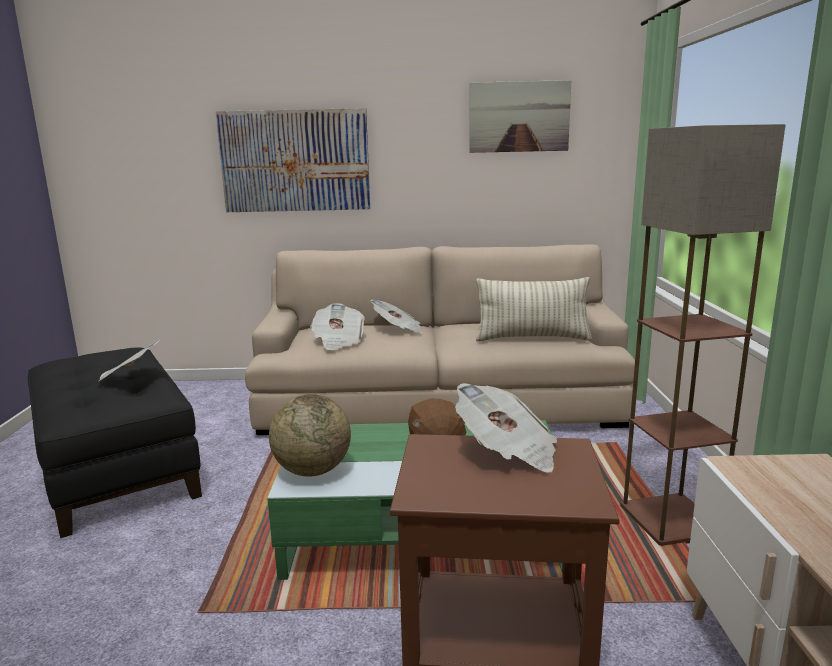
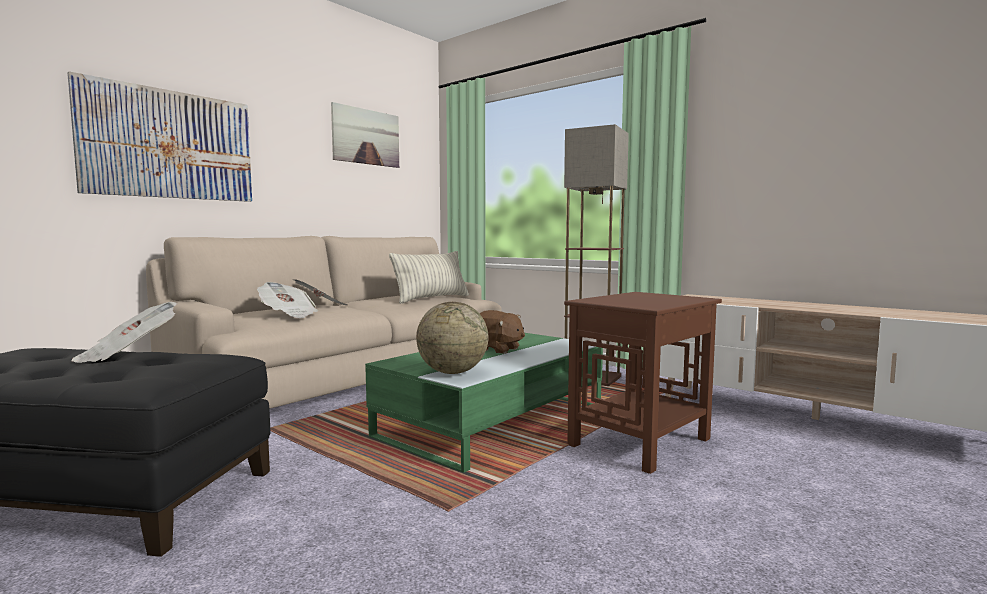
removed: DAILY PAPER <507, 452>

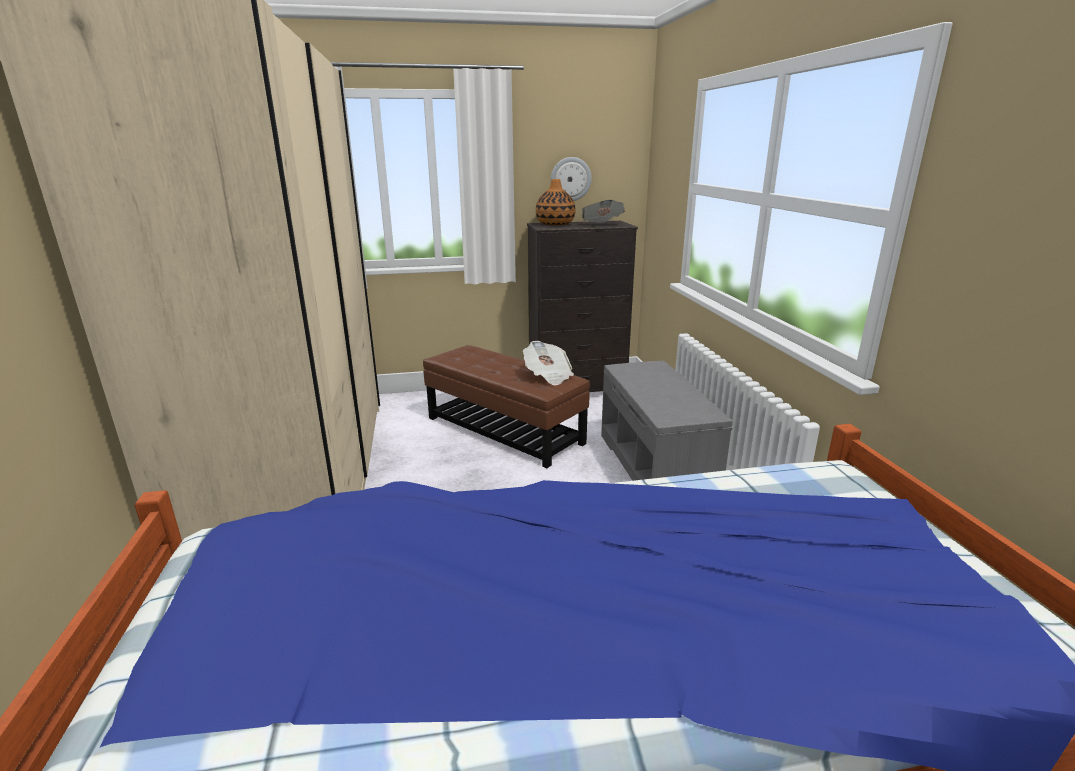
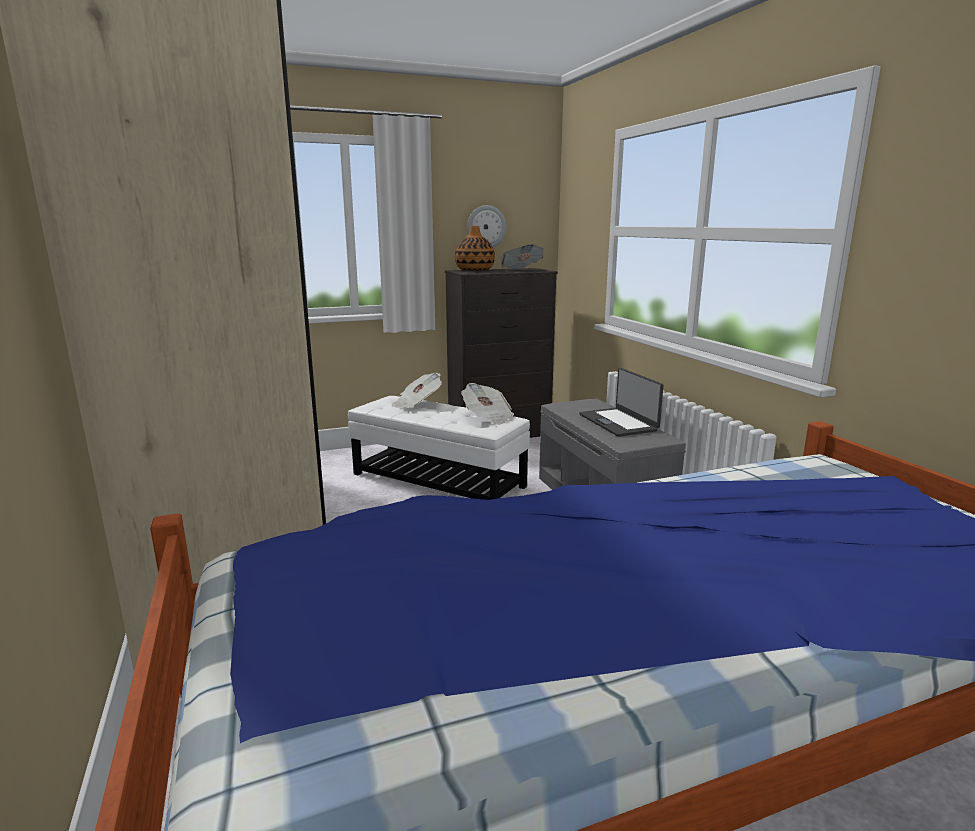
added: DAILY PAPER <417, 404>; PORTABLE COMPUTER <618, 422>
recoloured: BROWNISH OTTOMAN <504, 430> to WHITE OTTOMAN <438, 480>

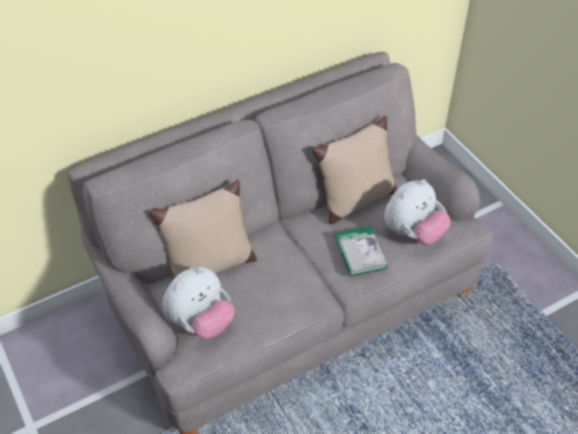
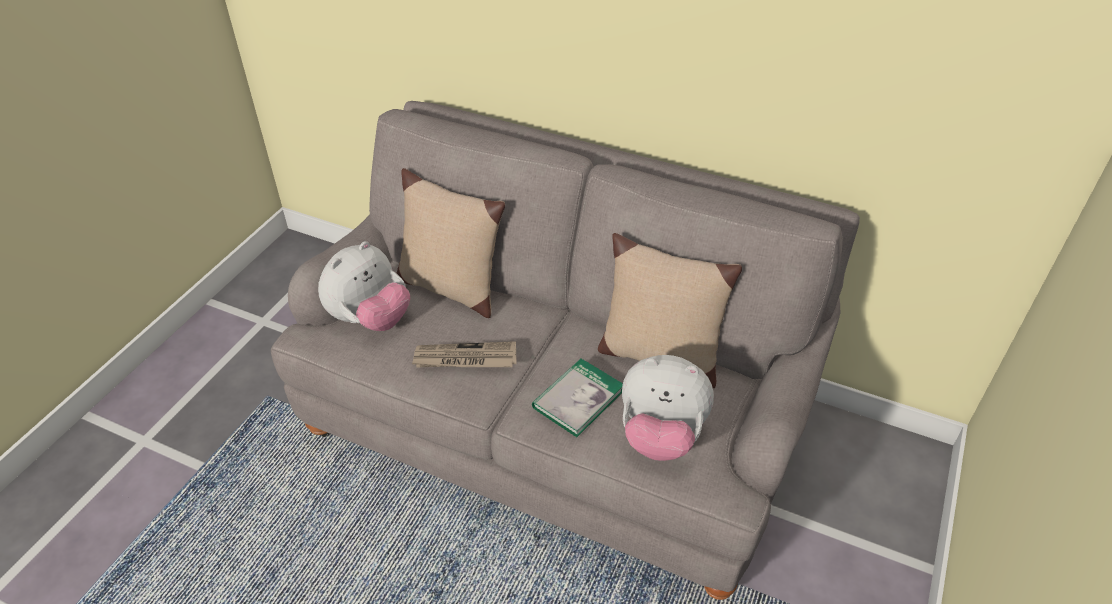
added: DAILY PAPER <465, 359>
turned: PLUSH TOY <201, 322> = <370, 319> 60 degrees counterclockwise

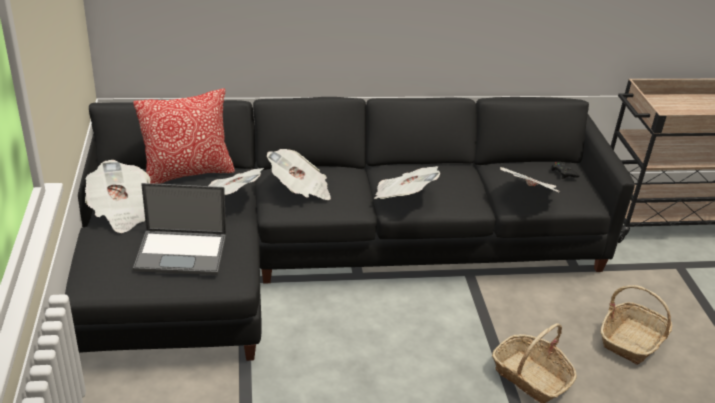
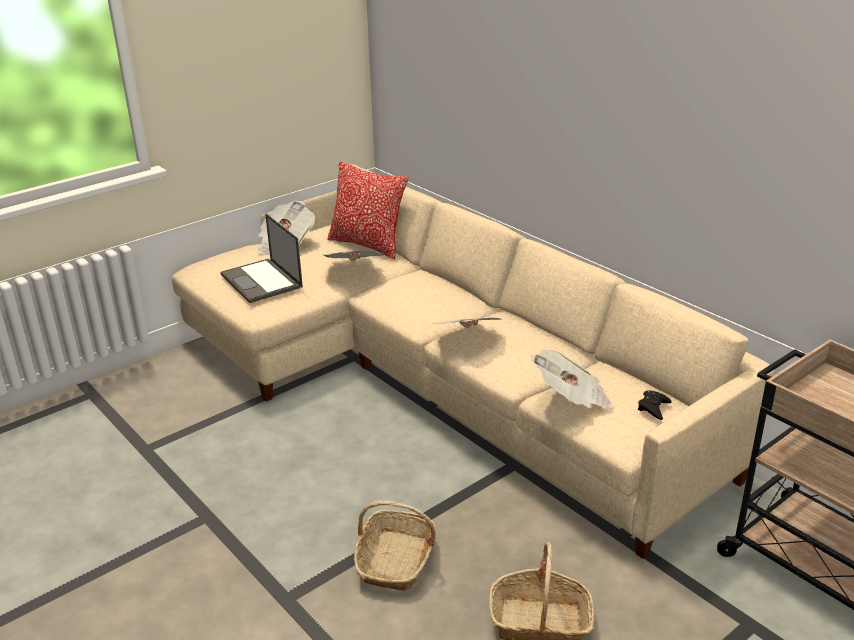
removed: DAILY PAPER <300, 189>
recoloured: BLACK COUCH <318, 255> to BEIGE-COLOURED COUCH <430, 376>

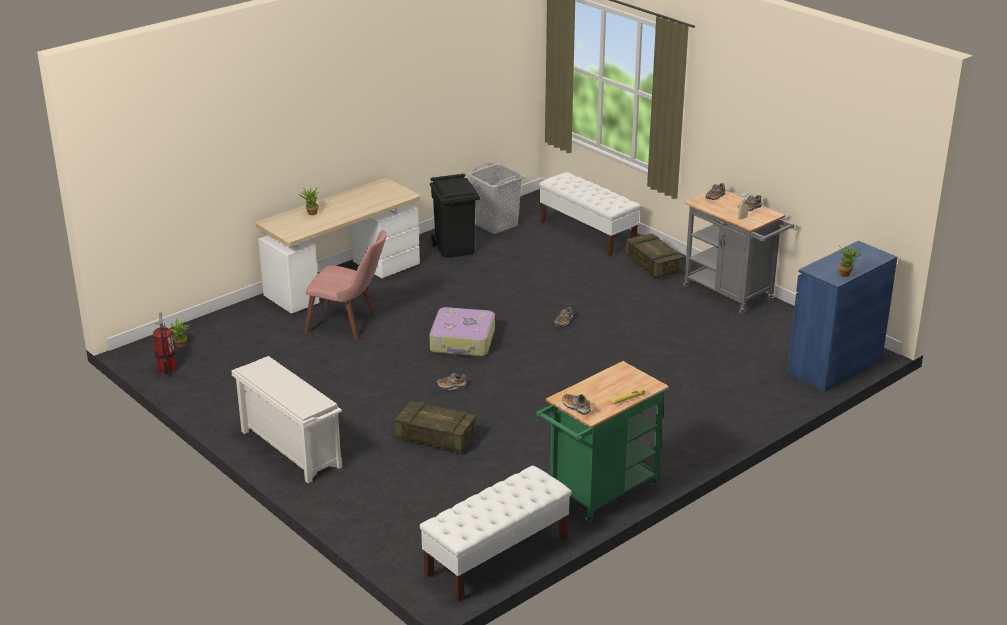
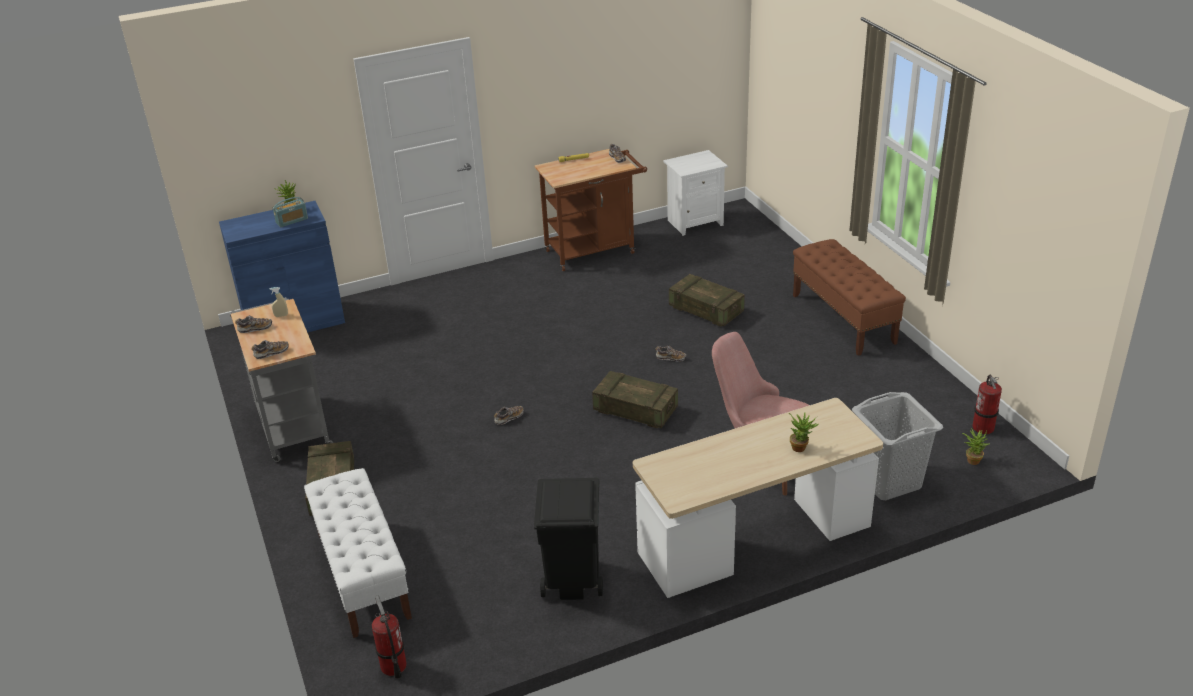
added: RADIO <292, 221>; FIRE EXTINGUISHER <393, 666>
moved: GREYISH WASHING BASKET <496, 224> to <888, 481>
replaced: WHITE SHOE STAND <289, 449> to BROWNISH LONG SEAT <843, 319>; WHITE LONG SEAT <496, 557> to WHITE BEDSIDE TABLE <694, 222>; SUITCASE <463, 341> to CRATE <635, 410>
recoloured: GREEN CART <598, 494> to BROWNISH CART <595, 250>

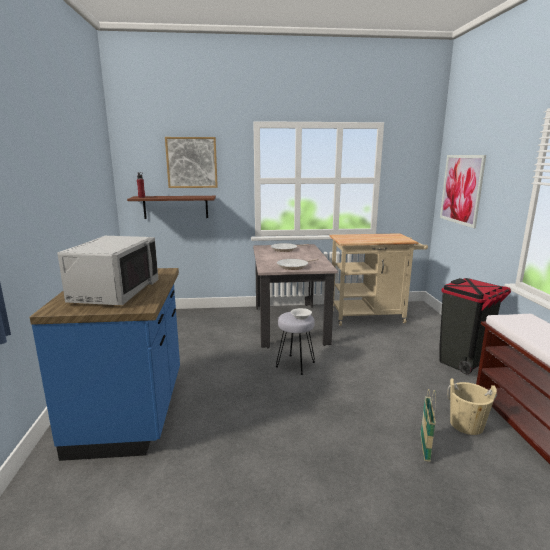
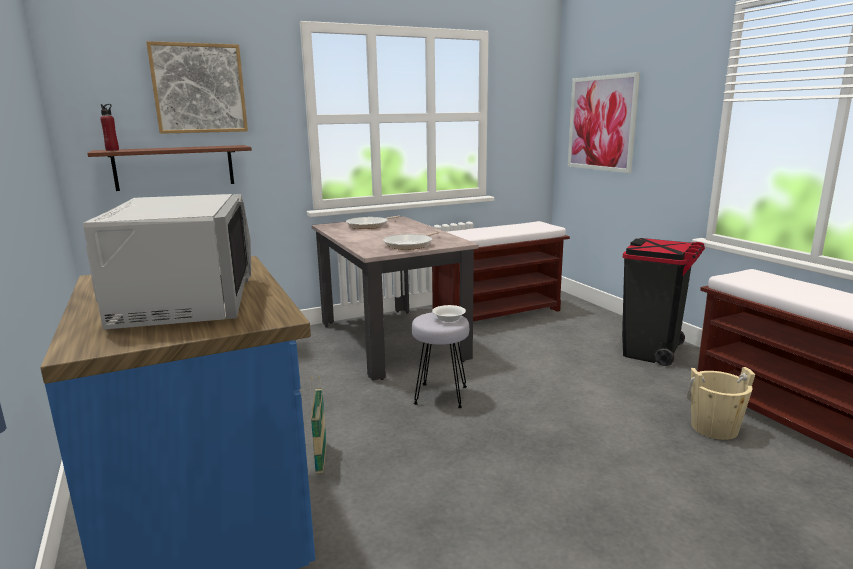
moved: HOUSEHOLD BASKET <424, 448> to <321, 458>
replaced: BEIGE-COLOURED CART <371, 316> to BROWNISH LONG SEAT <498, 313>

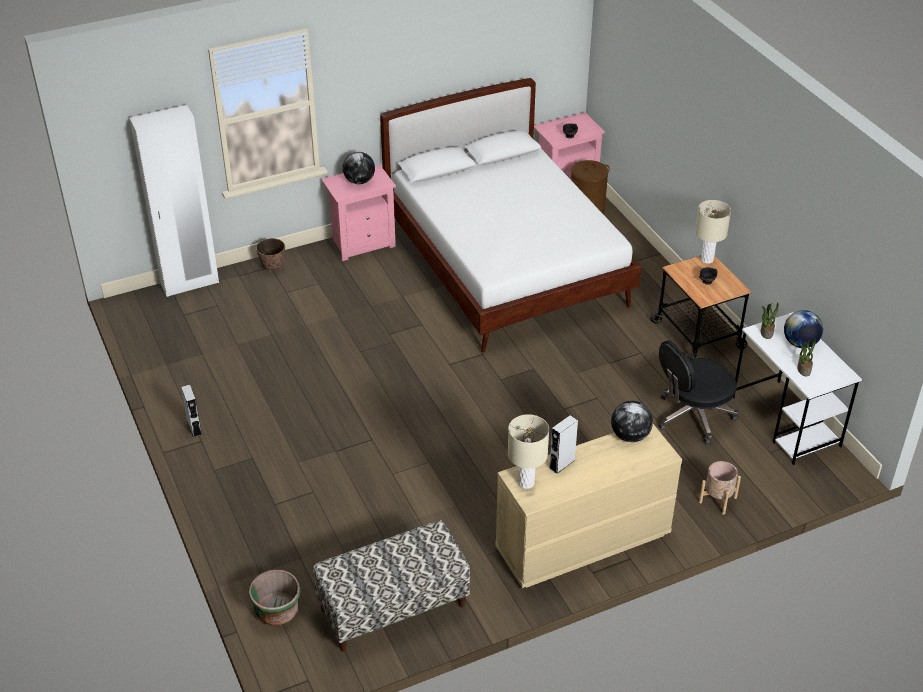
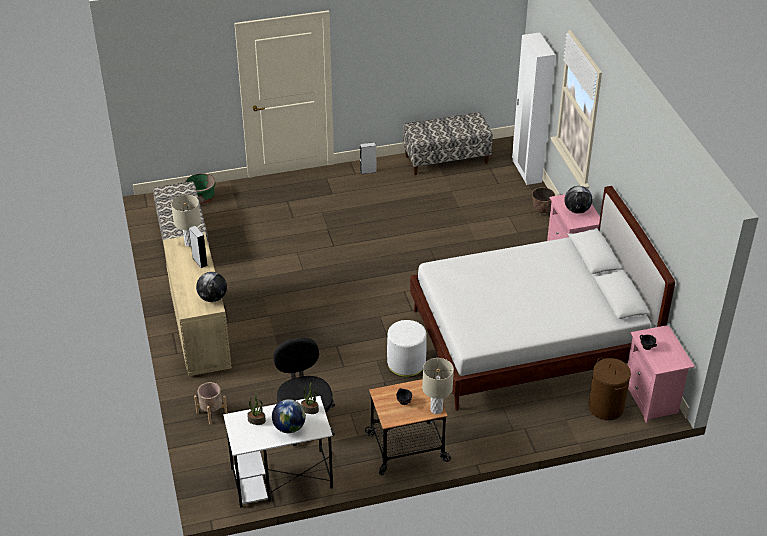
added: WHITE OTTOMAN <406, 364>; LONG SEAT <446, 159>

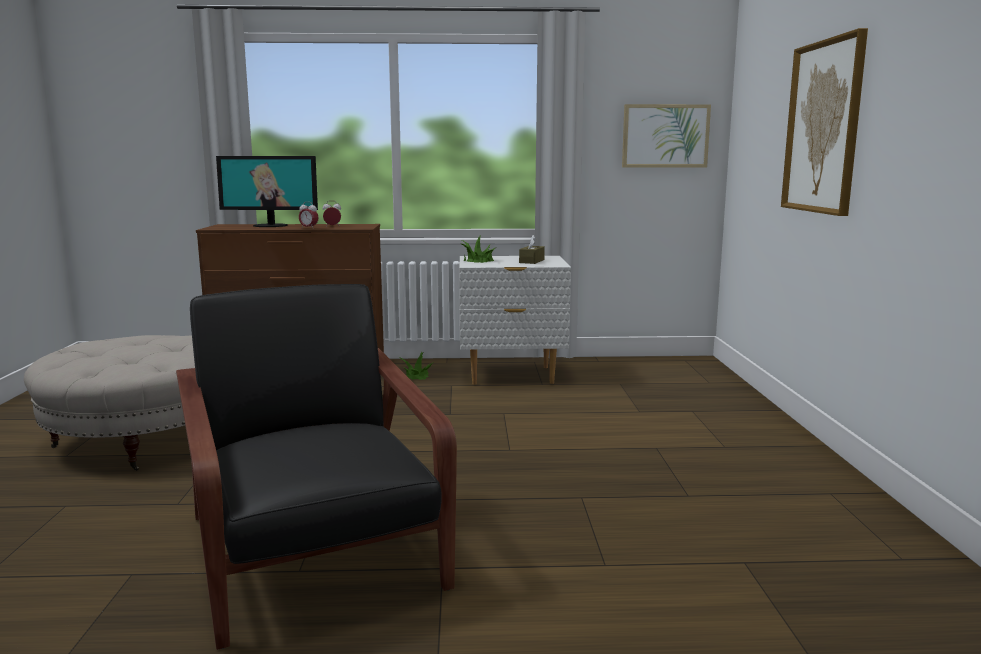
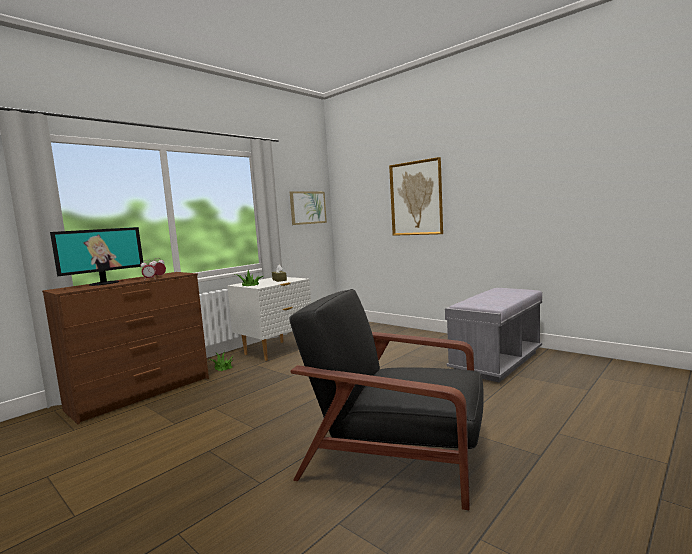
removed: BEIGE-COLOURED OTTOMAN <145, 439>
added: GREYISH LONG SEAT <496, 362>

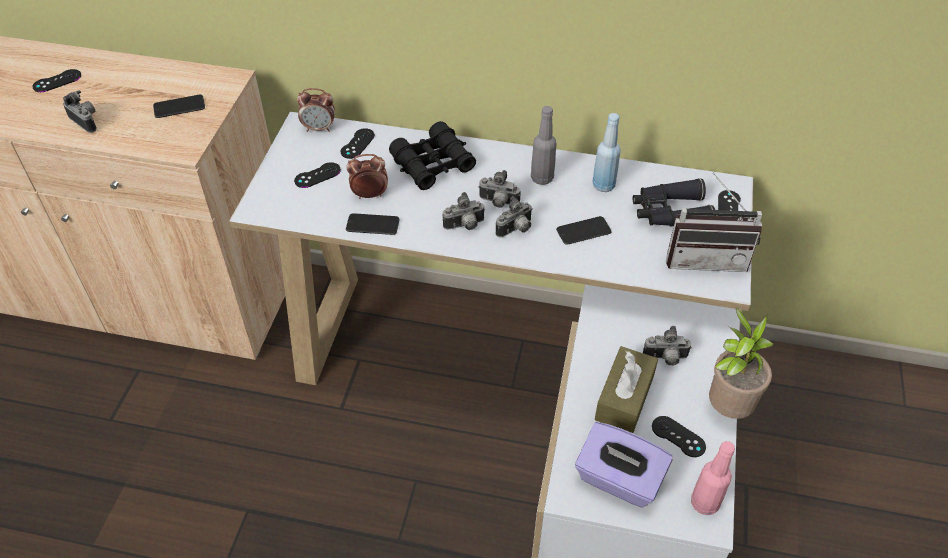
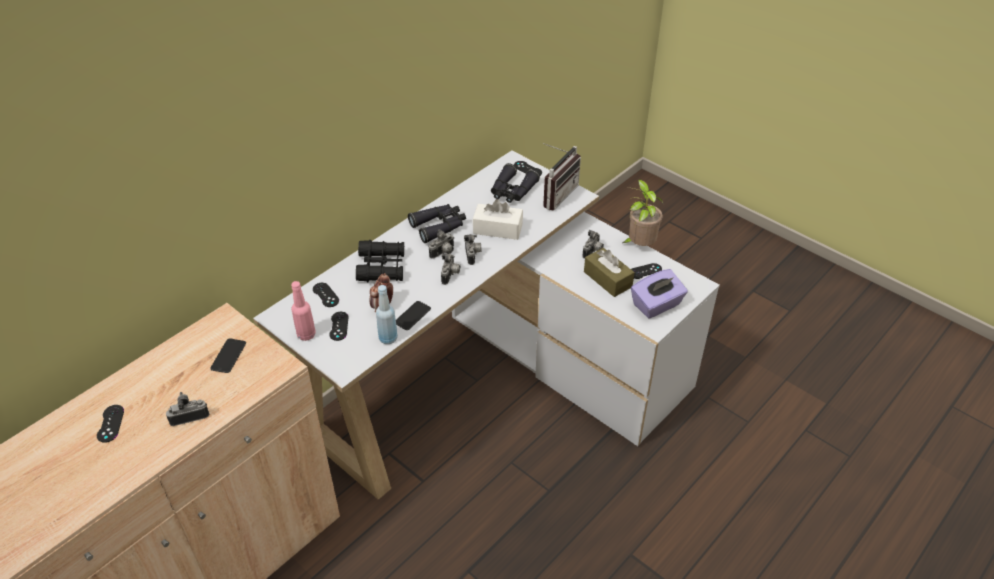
removed: BEDSIDE CLOCK <319, 128>
moved: BLUE-COLOURED BOTTLE <603, 185> to <388, 338>; PINK BOTTLE <704, 503> to <306, 334>
replaced: GREYISH BOTTLE <542, 178> to BLACK FIELD GLASSES <439, 226>; PHONE <583, 231> to WHITE TISSUE BOX <497, 229>

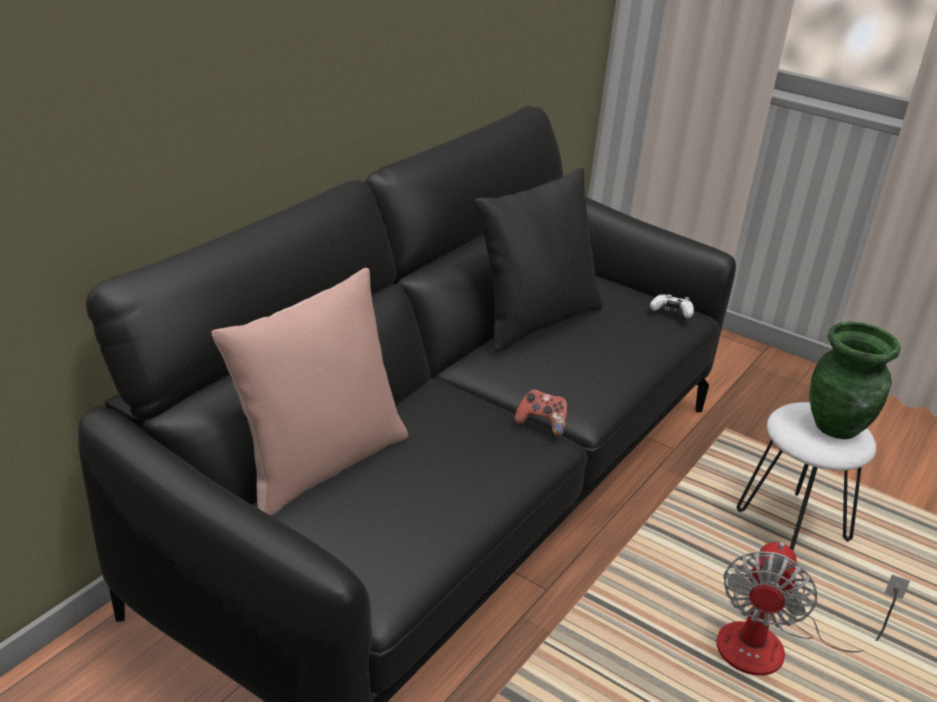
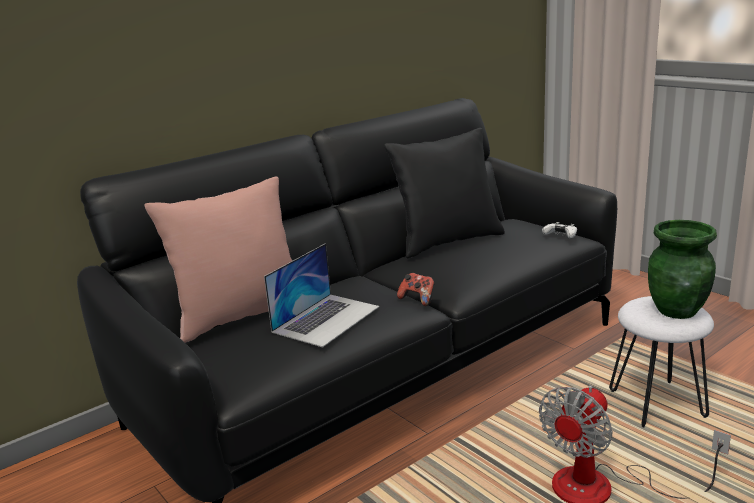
added: PORTABLE COMPUTER <326, 319>

